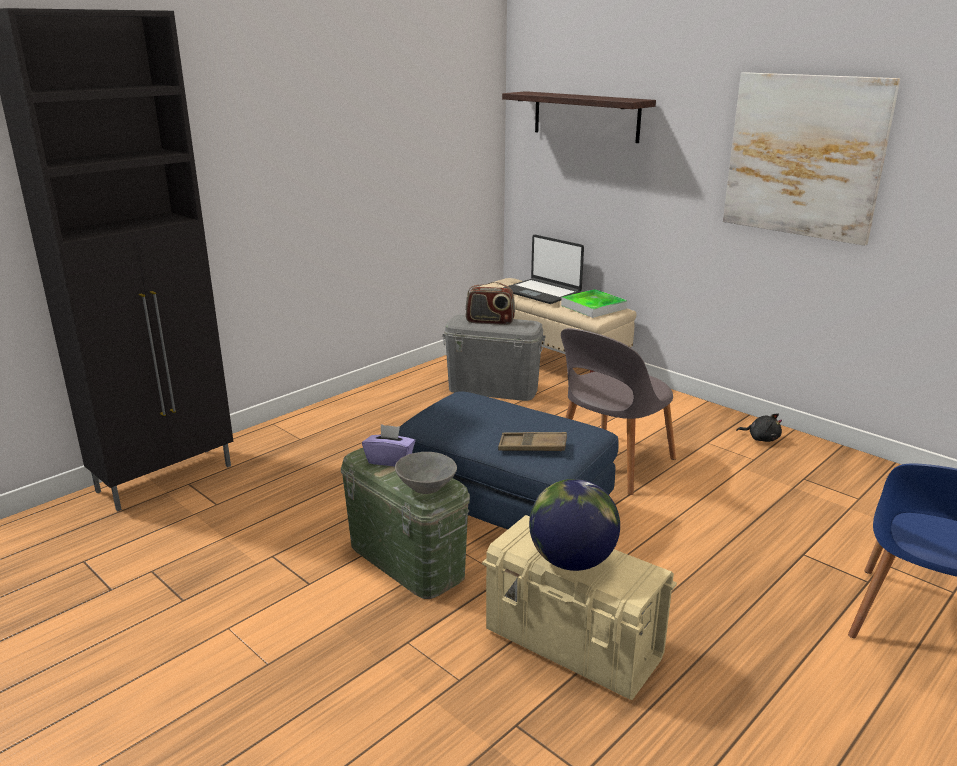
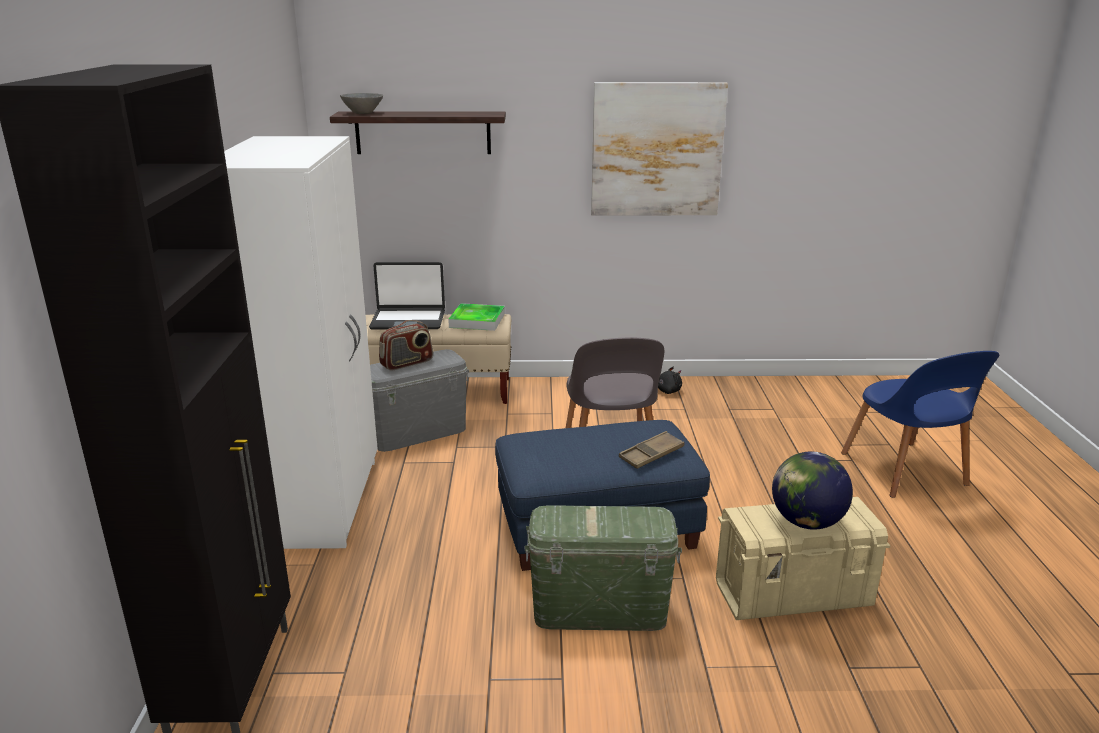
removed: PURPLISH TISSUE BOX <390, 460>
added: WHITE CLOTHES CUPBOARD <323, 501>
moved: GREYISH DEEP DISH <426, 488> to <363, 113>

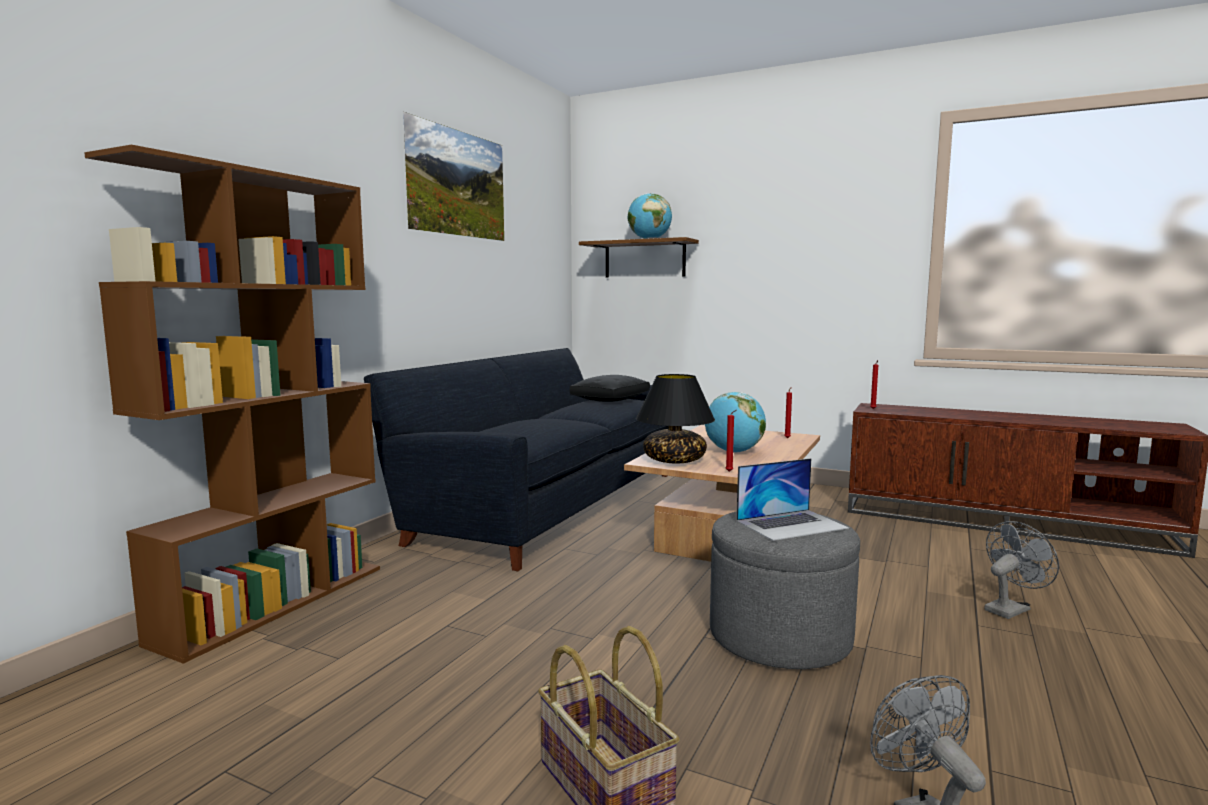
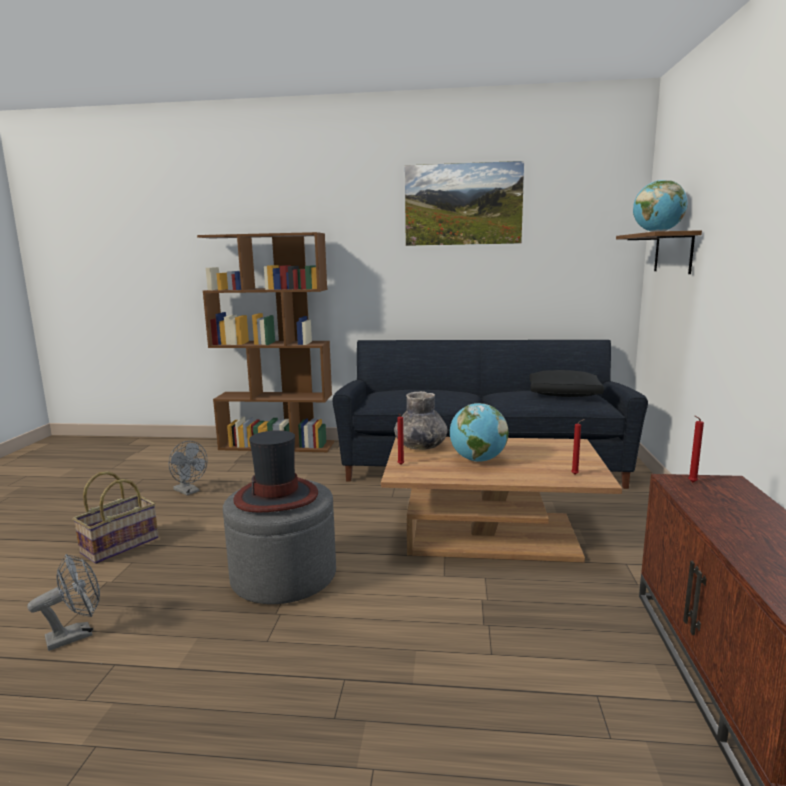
moved: GREYISH FAN <1010, 608> to <189, 491>
replaced: BLACK TABLE LAMP <674, 460> to GREYISH FLOWER VASE <420, 446>; PORTABLE COMPUTER <791, 524> to CLOTHING HAT <277, 496>

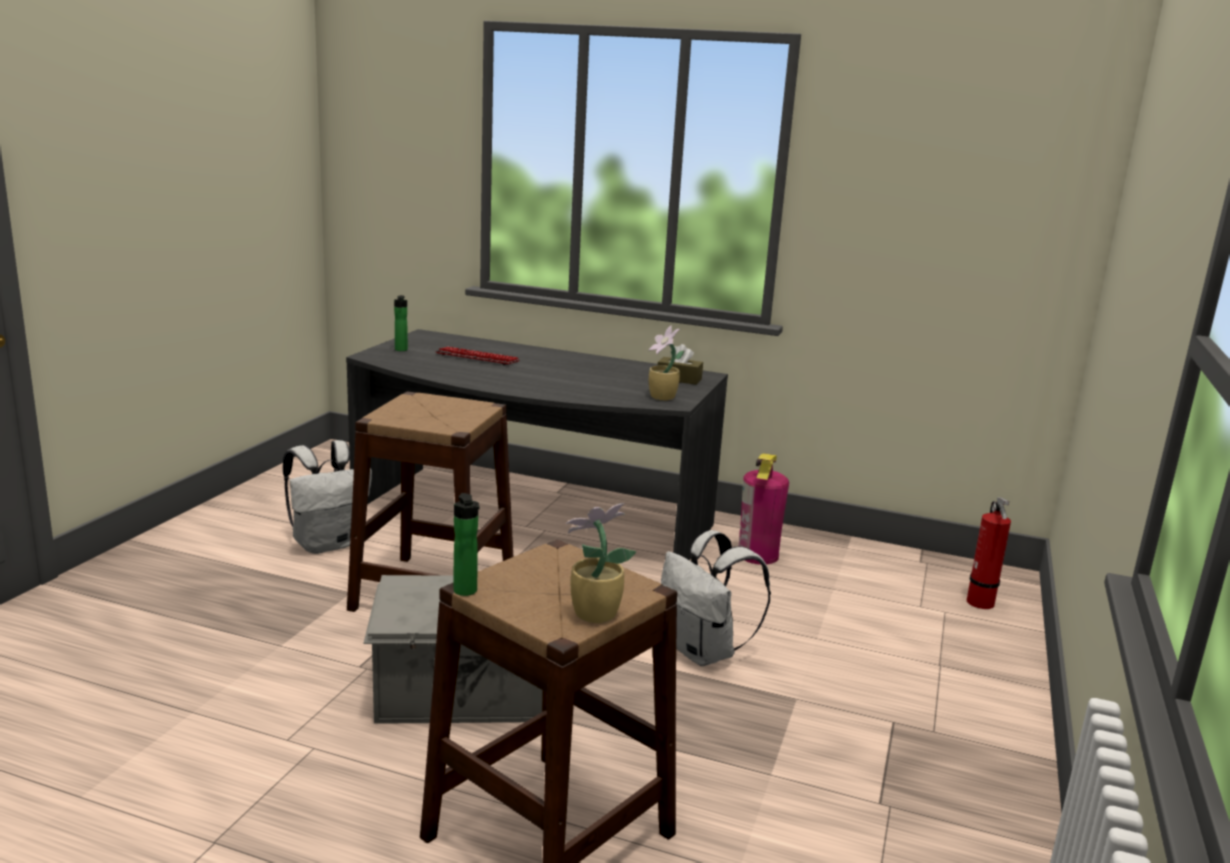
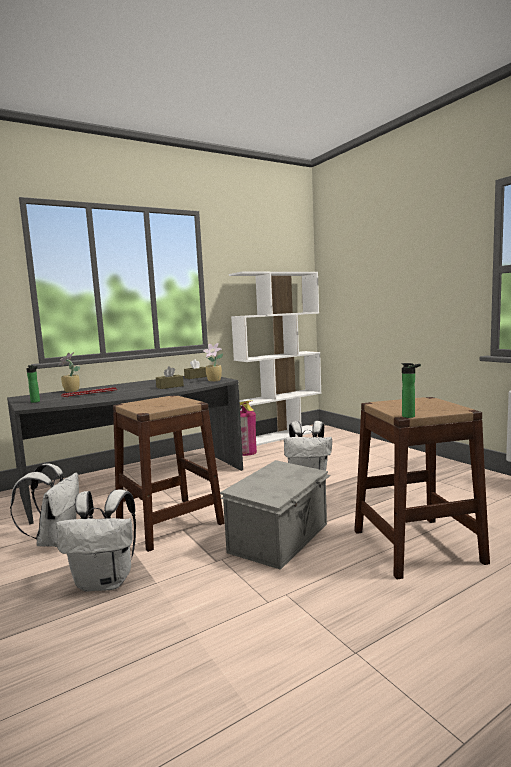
removed: FIRE EXTINGUISHER <981, 604>
added: WHITE RUCKSACK <106, 581>; BROWNISH TISSUE BOX <170, 386>; WHITE BOOKSHELF <281, 435>
moved: POTTED PLANT <592, 614> to <71, 391>

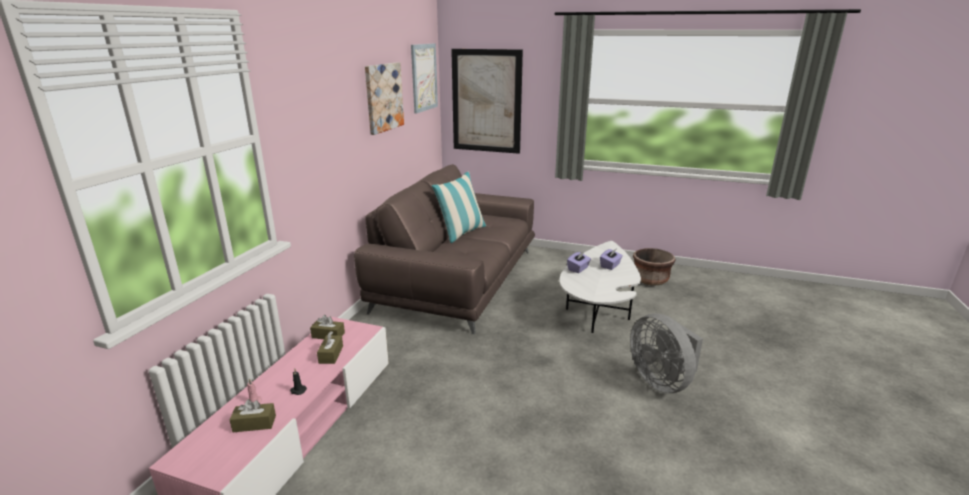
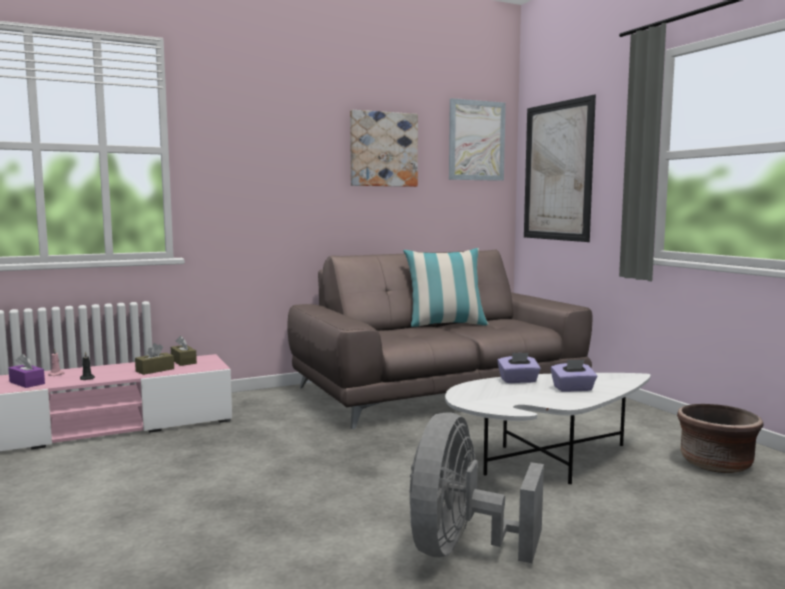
recoloured: BROWNISH TISSUE BOX <254, 424> to PURPLISH TISSUE BOX <27, 383>

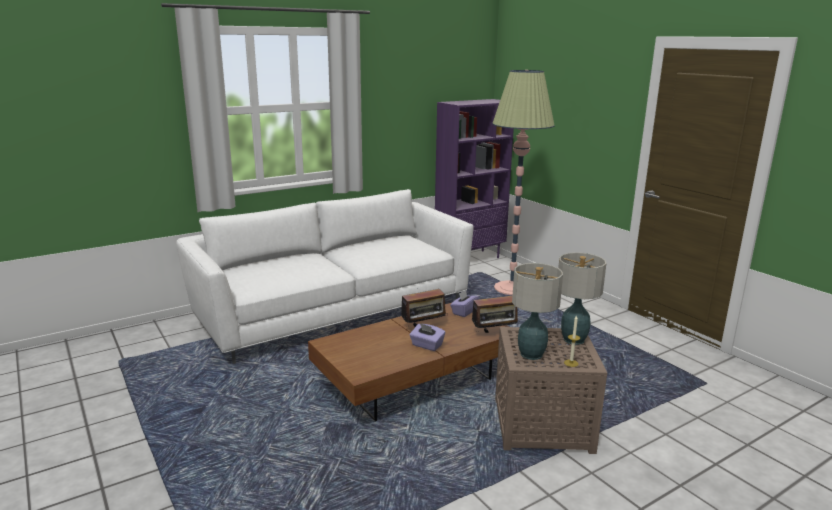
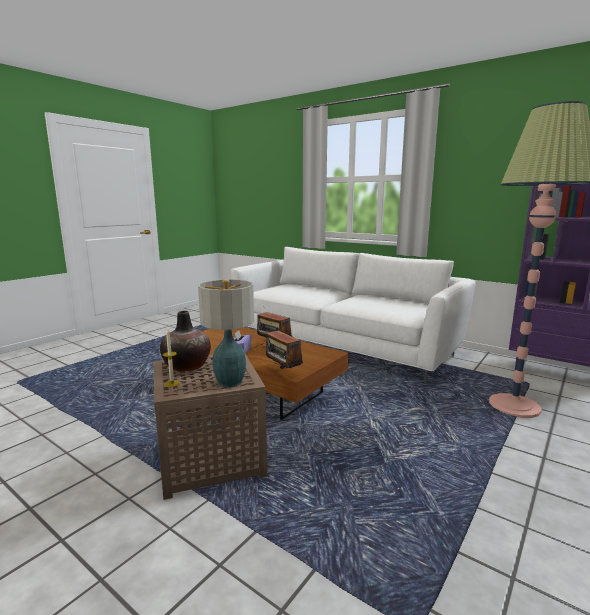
removed: PURPLISH TISSUE BOX <464, 312>
replaced: TABLE LAMP <532, 354> to FLOWER VASE <187, 366>

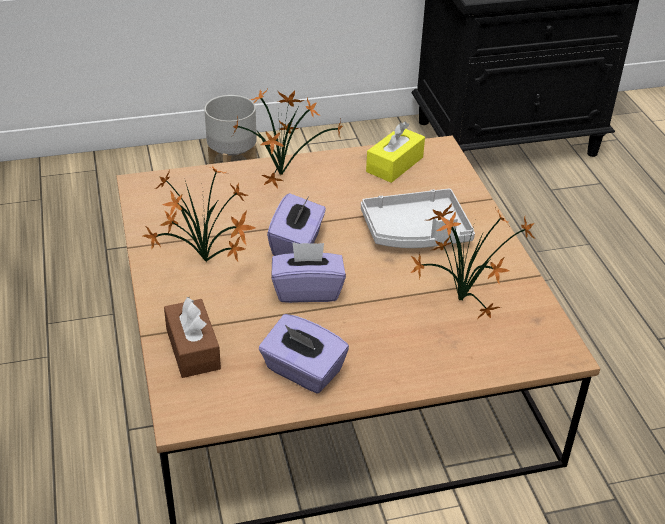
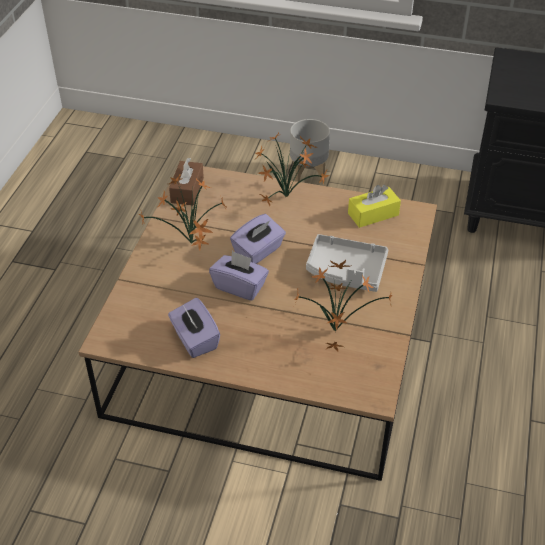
moved: BROWNISH TISSUE BOX <193, 349> to <187, 190>

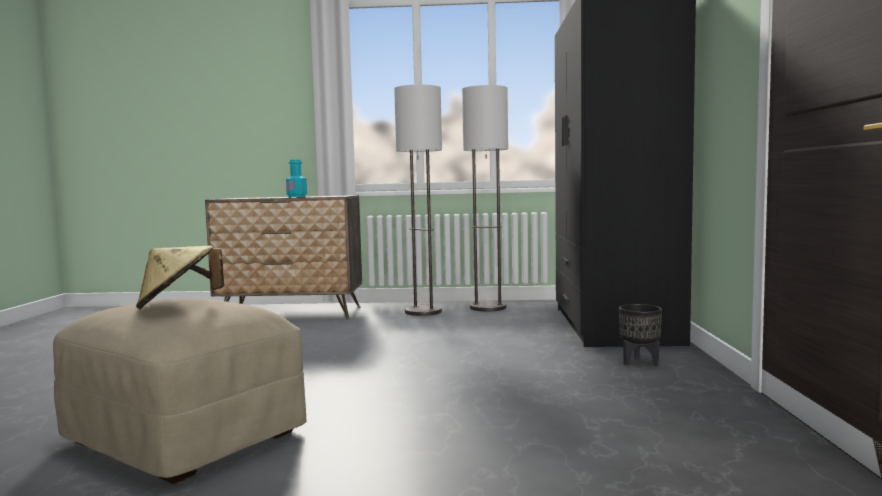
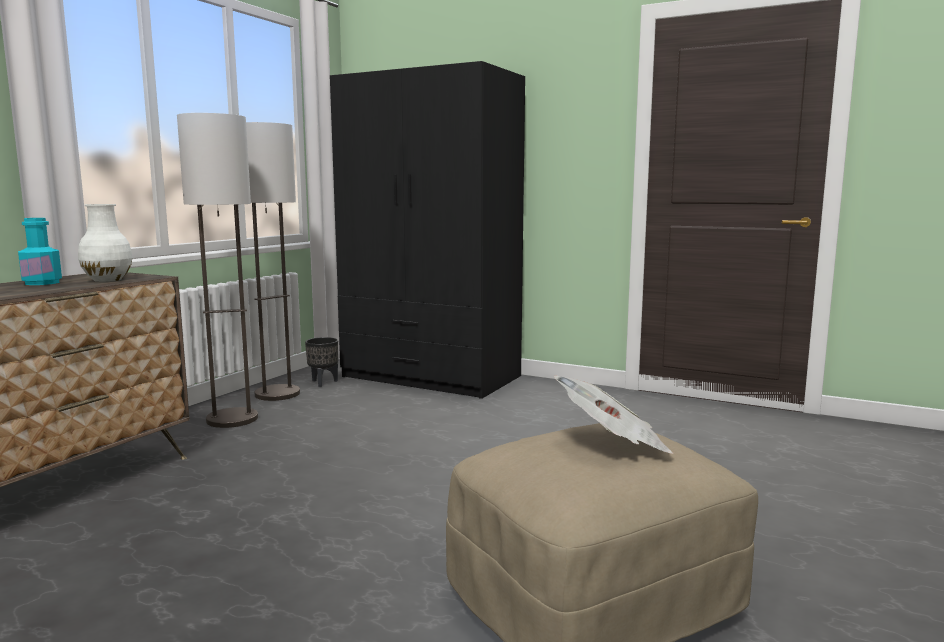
added: WHITE FLOWER VASE <108, 280>
moved: BLACK FLOWER POT <640, 362> to <324, 382>
replaced: BEIGE-COLOURED CLOTHING HAT <178, 305> to DAILY PAPER <612, 443>

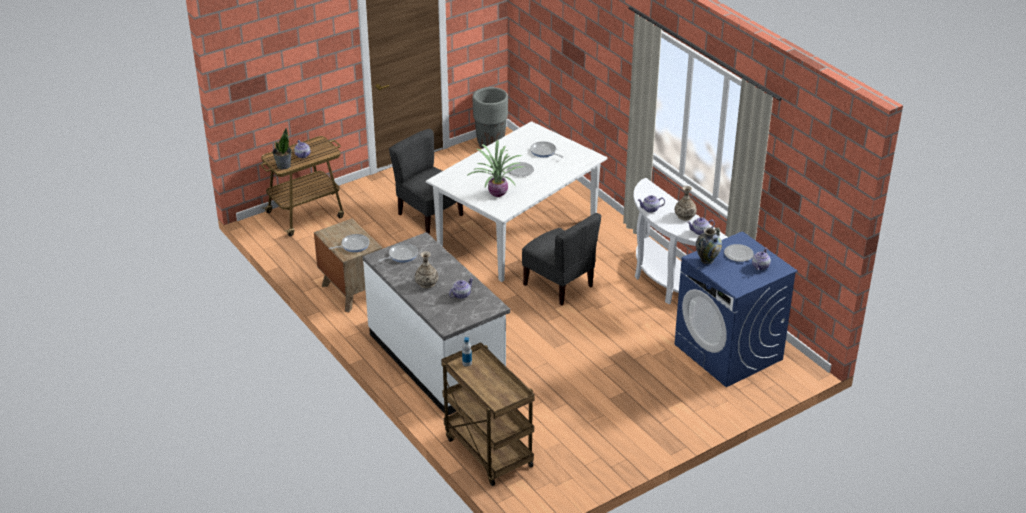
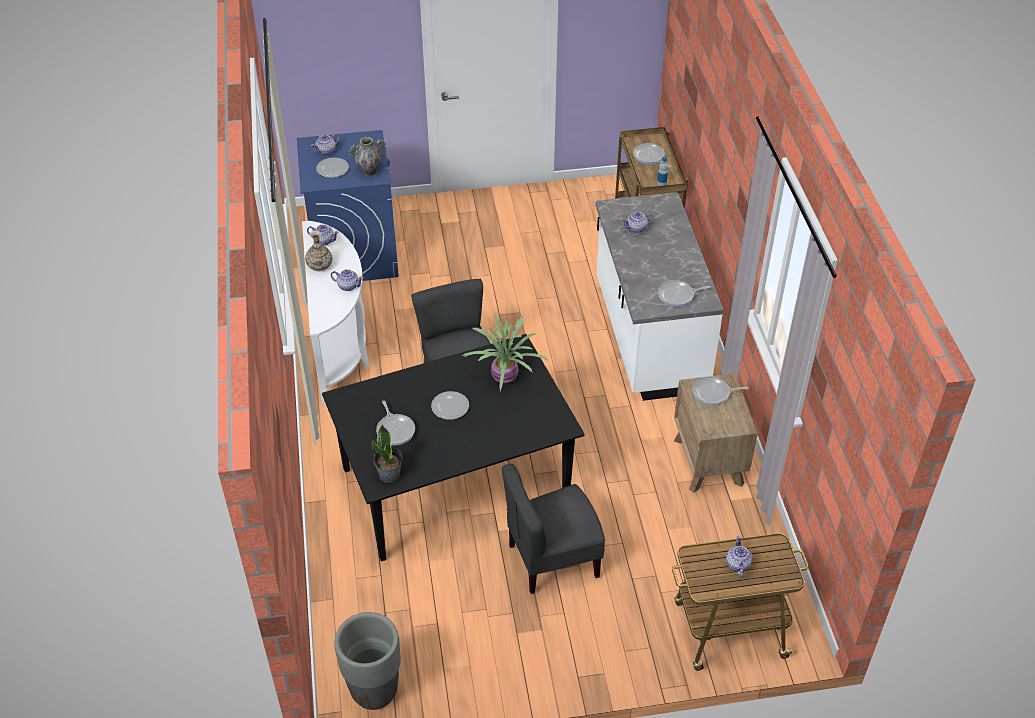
removed: FLOWER VASE <426, 283>
added: SKILLET <649, 157>
moved: POTTED PLANT <283, 165> to <389, 475>
recoloured: WHITE DINING TABLE <517, 233> to BLACK DINING TABLE <455, 483>
turned: GREYISH PLAIN CHAIR <429, 215> = <552, 560> 90 degrees clockwise

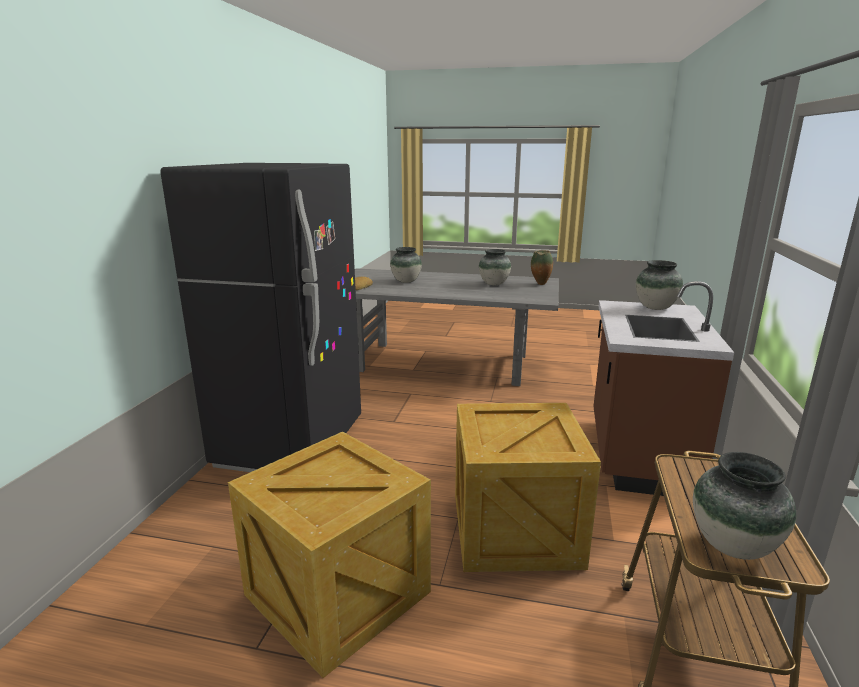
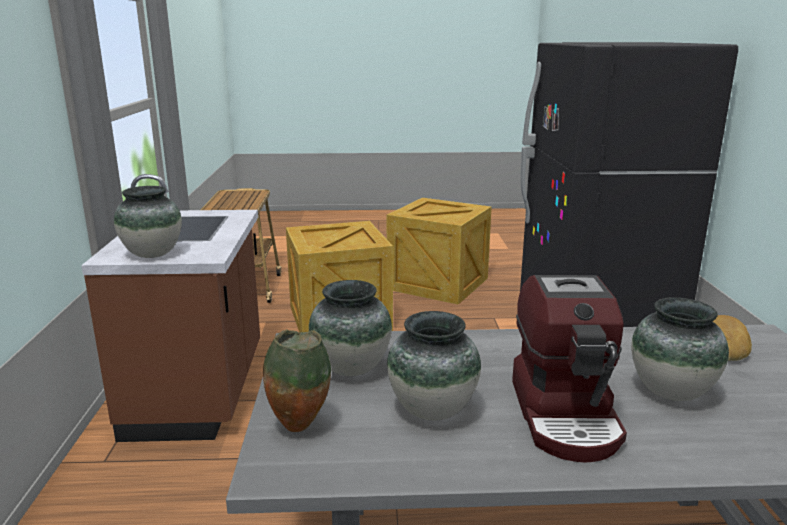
added: COFFEE MACHINE <566, 415>
moved: FLOWER VASE <733, 546> to <350, 368>

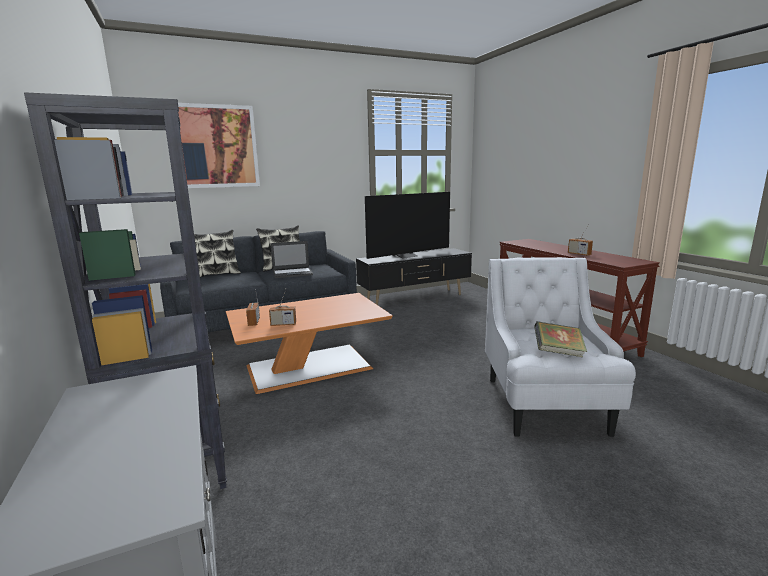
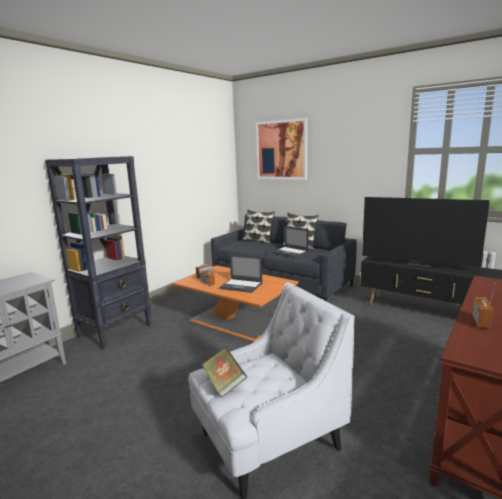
added: PORTABLE COMPUTER <242, 286>

